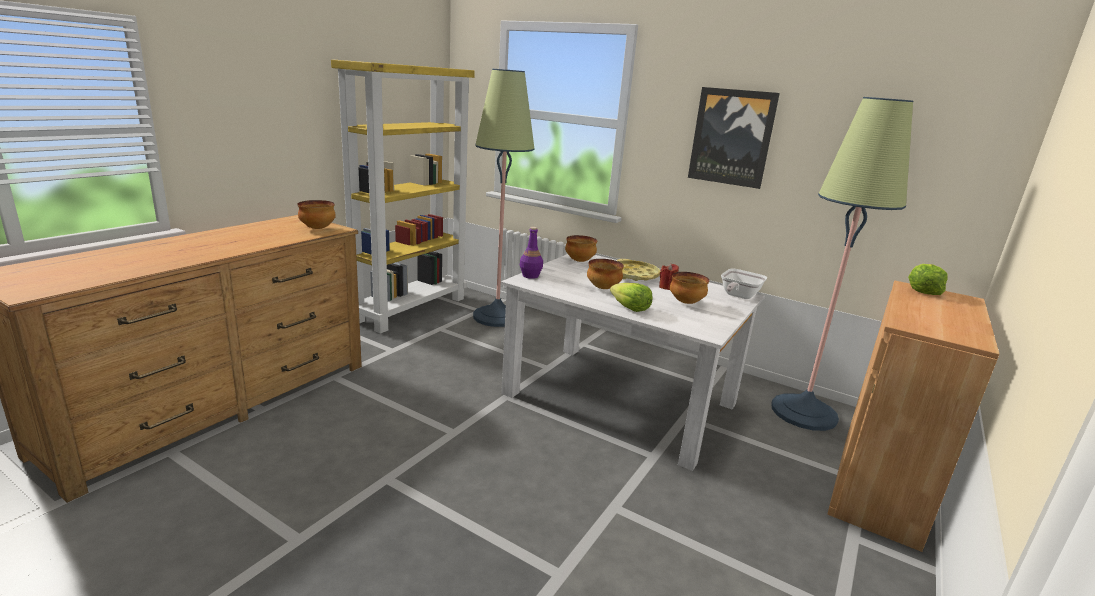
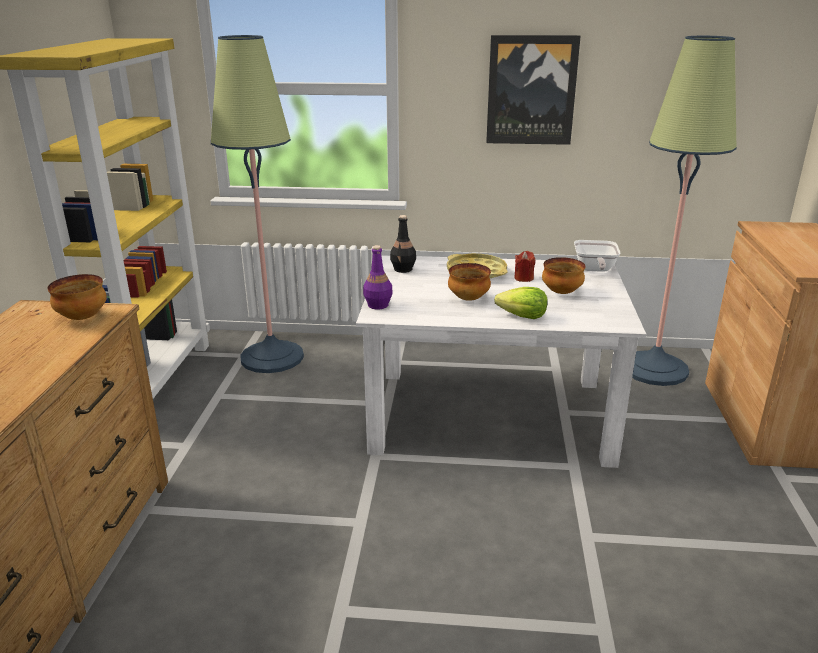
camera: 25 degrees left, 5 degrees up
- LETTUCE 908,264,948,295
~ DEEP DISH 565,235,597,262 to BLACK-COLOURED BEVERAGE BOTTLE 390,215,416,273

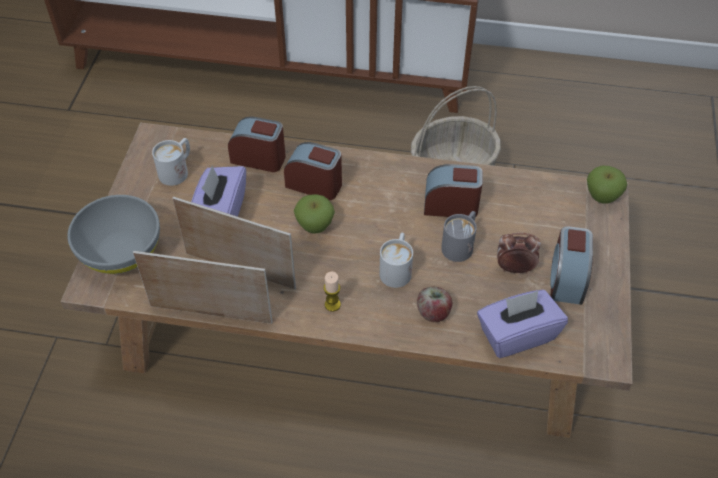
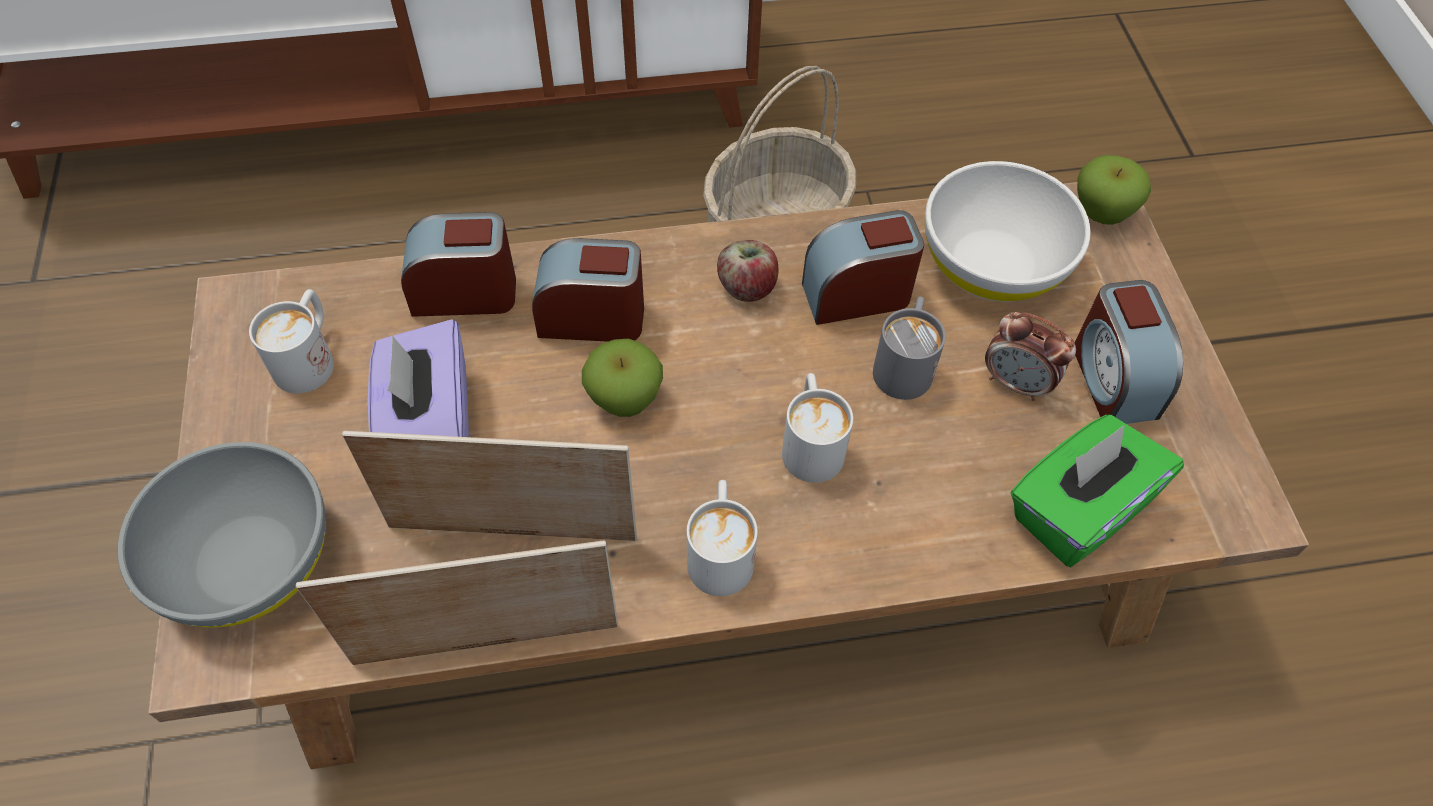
camera: 20 degrees left, 5 degrees up
+ WHITE-COLOURED DEEP DISH 925,161,1091,302
~ WHOLE APPLE 417,287,452,322 to 717,240,778,302
~ CANDLE 324,272,341,312 to WHITE-COLOURED MUG 687,480,758,596
~ PURPLISH TISSUE HOLDER 477,290,568,358 to GREEN-COLOURED TISSUE HOLDER 1011,415,1184,567
~ ALARM CLOCK 497,233,541,274 = 985,312,1076,402 135 degrees counterclockwise

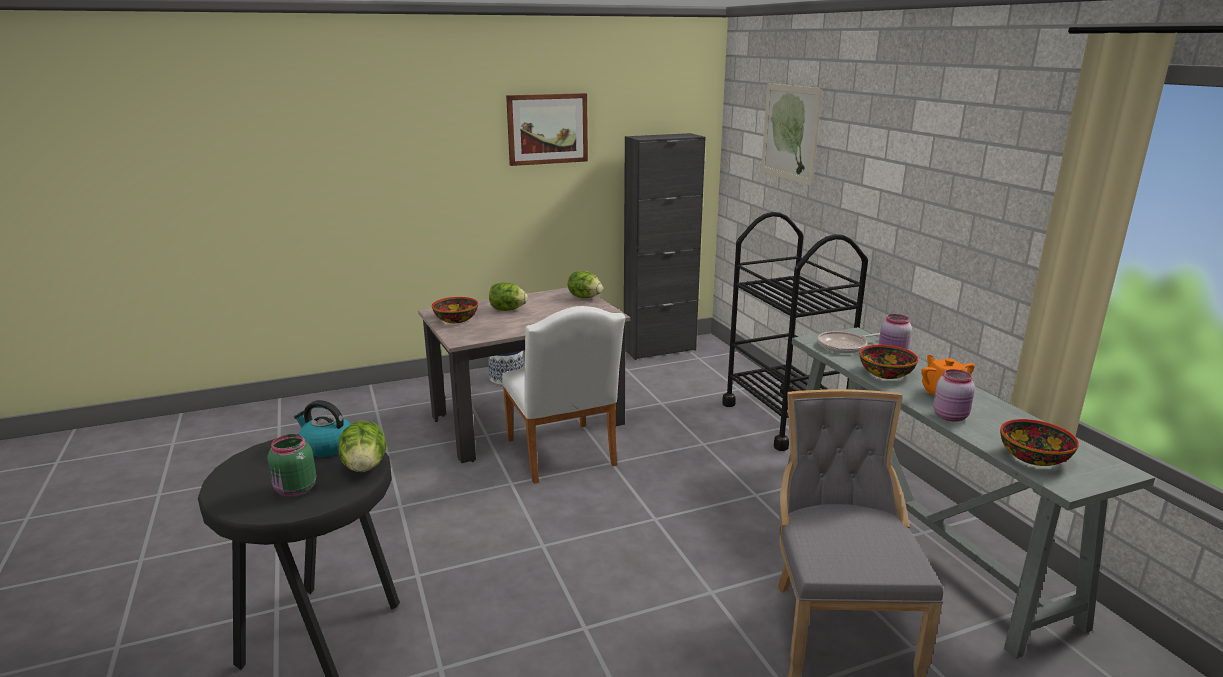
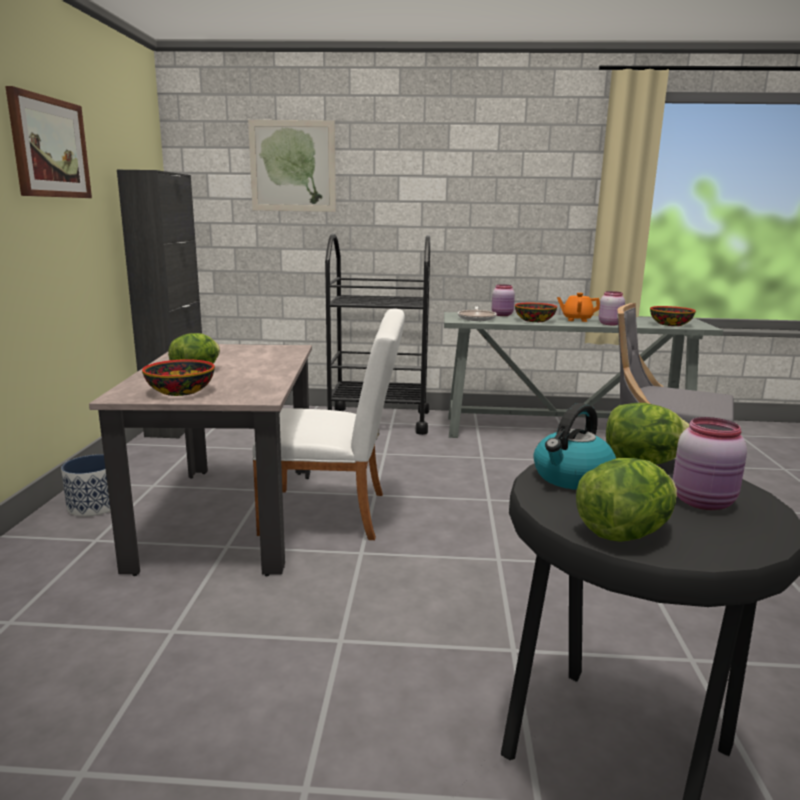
camera: 65 degrees left, 5 degrees down
~ LETTUCE 568,271,603,298 to 576,458,677,542
~ GREEN-COLOURED STORAGE JAR 267,434,316,497 to PINK STORAGE JAR 672,417,747,510

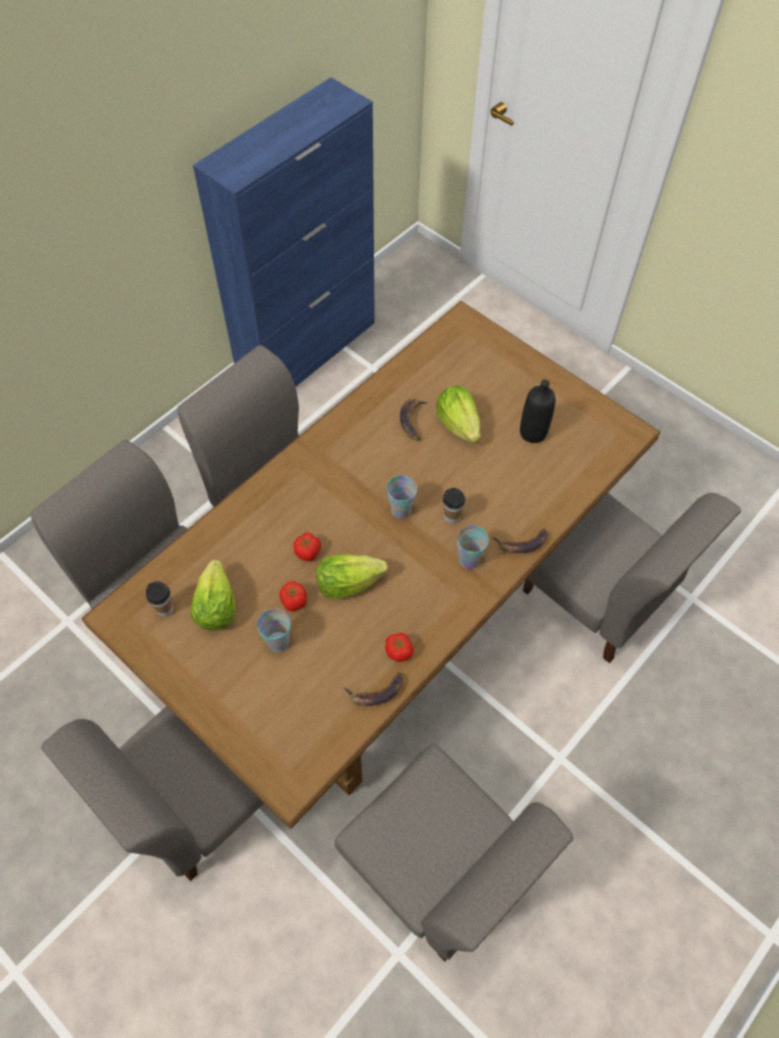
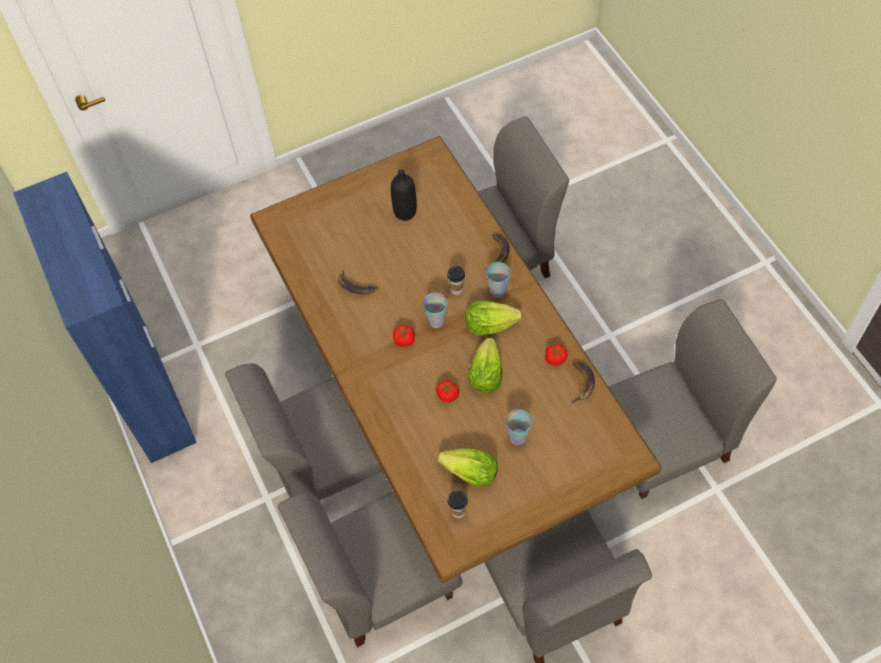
camera: 65 degrees left, 0 degrees up
~ FRESH TOMATO 279,581,307,612 to 393,325,415,347
~ LETTUCE 436,386,480,443 to 465,301,522,335

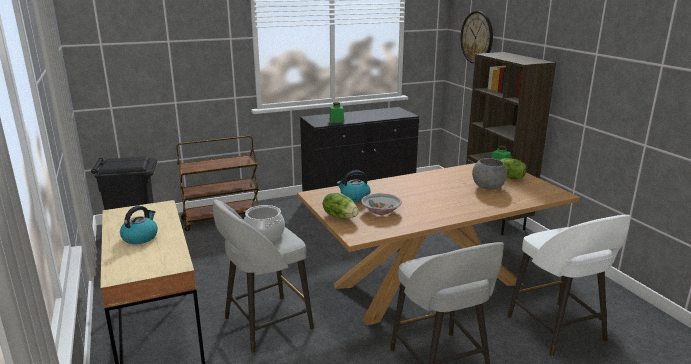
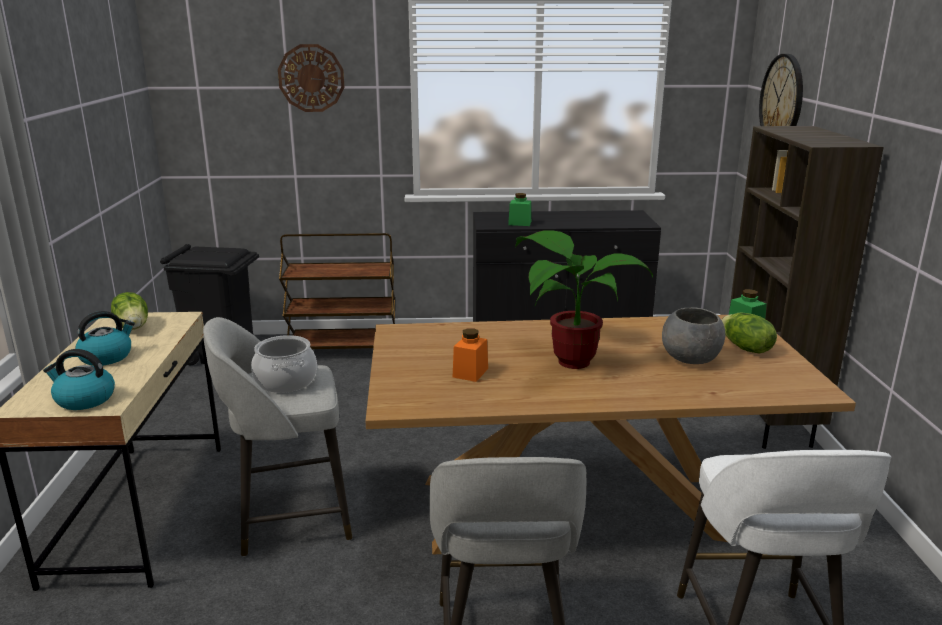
camera: 20 degrees right, 0 degrees up
+ CLOCK ON THE WALL 278,44,344,112
+ HOUSEPLANT 515,231,653,369
~ LETTUCE 323,193,359,219 to 111,292,148,330
~ WATER KETTLE 337,170,371,202 to 43,349,115,410
~ DEEP DISH 361,193,402,215 to ORANGE STORAGE JAR 453,328,488,382

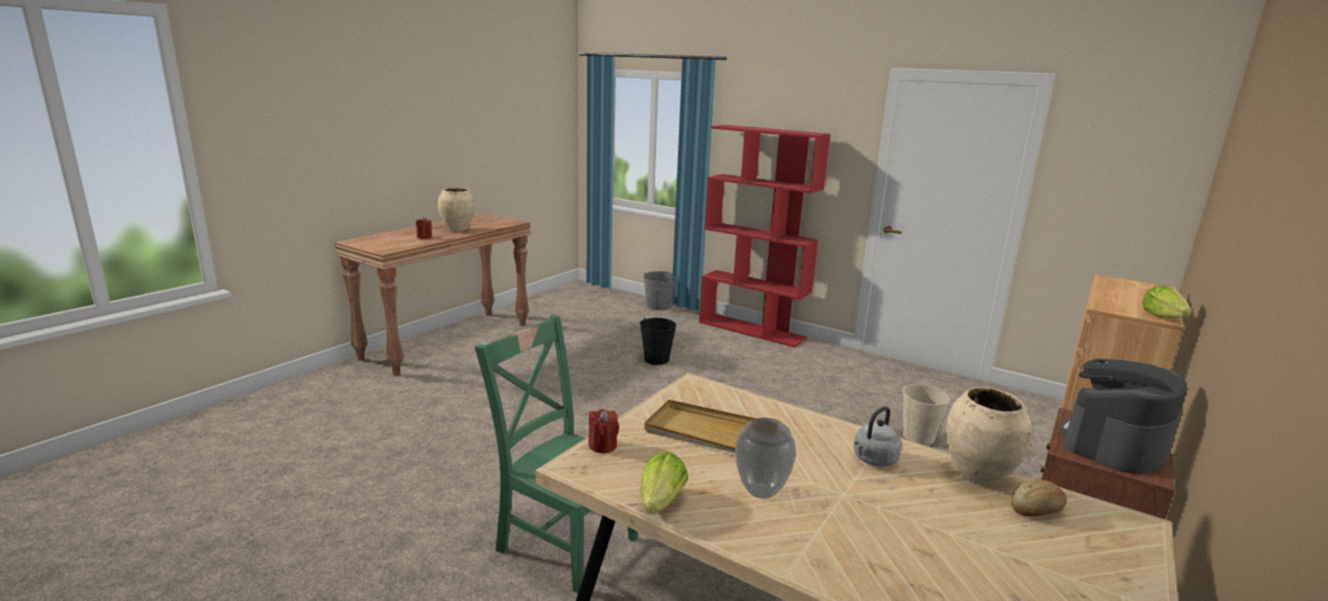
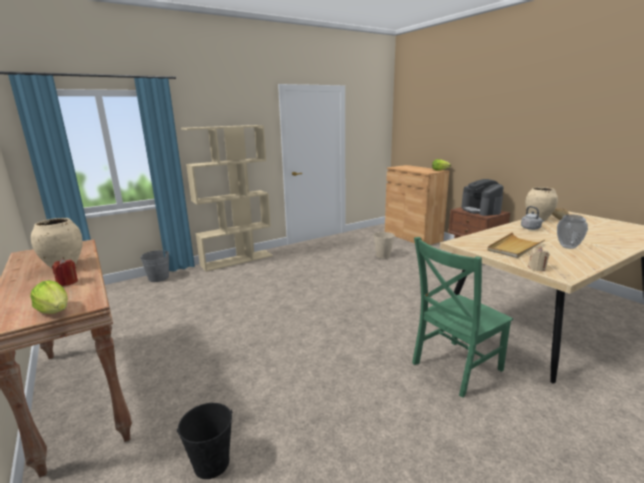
camera: 65 degrees left, 0 degrees up
~ BLACK-COLOURED PAIL 640,318,676,365 to 177,403,232,479
~ LETTUCE 640,452,688,514 to 30,280,68,314
~ RED CANDLE 588,409,619,453 to BEIGE-COLOURED CANDLE 528,247,550,271
~ RED BOOKCASE 699,125,830,348 to BEIGE-COLOURED BOOKCASE 181,125,273,272

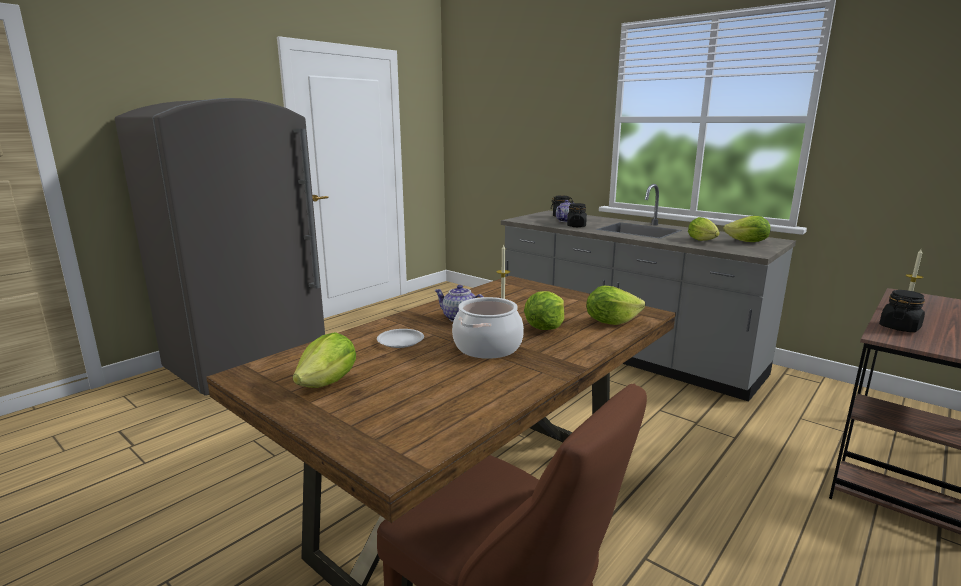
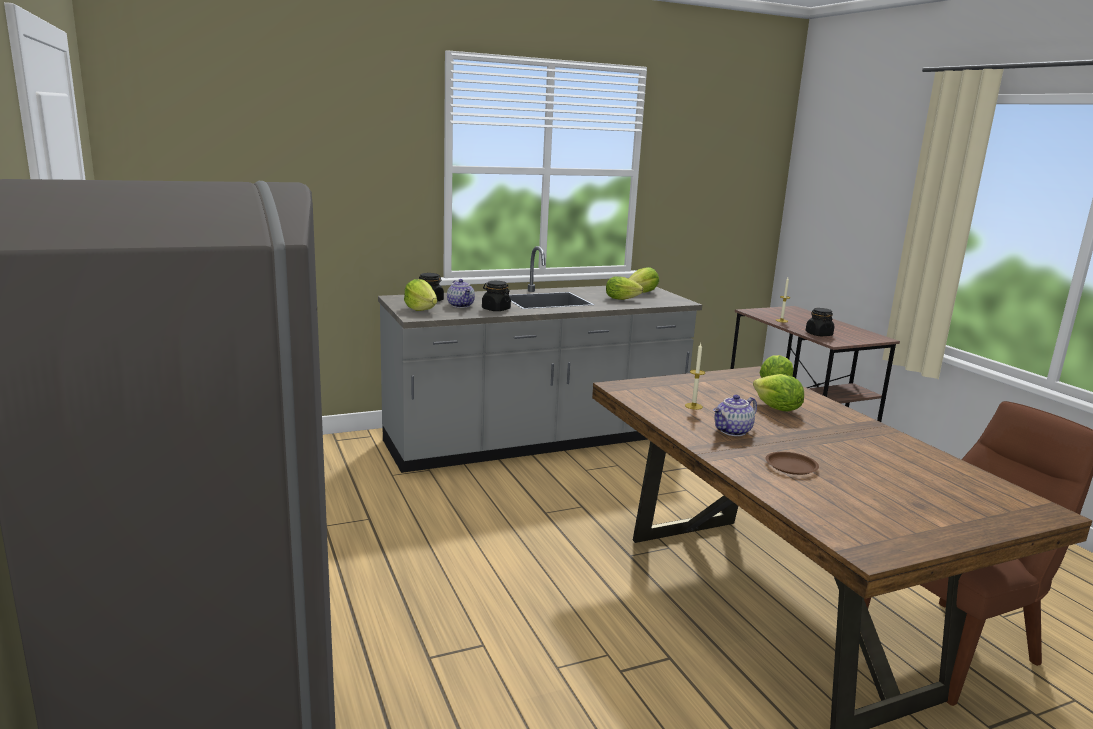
camera: 65 degrees left, 0 degrees up
- STOCKPOT 452,297,524,359
~ LETTUCE 293,332,356,388 to 404,279,437,311
~ WHITE-COLOURED DINNER PLATE 377,329,424,348 to BROWN DINNER PLATE 765,452,819,475

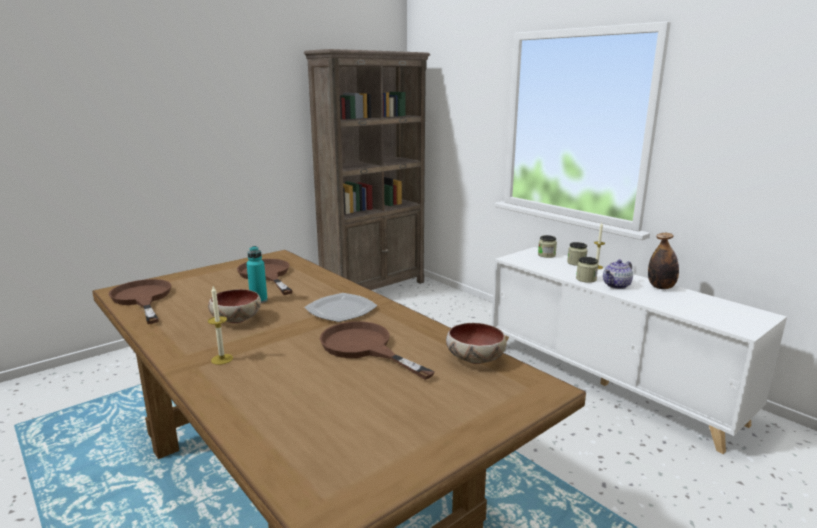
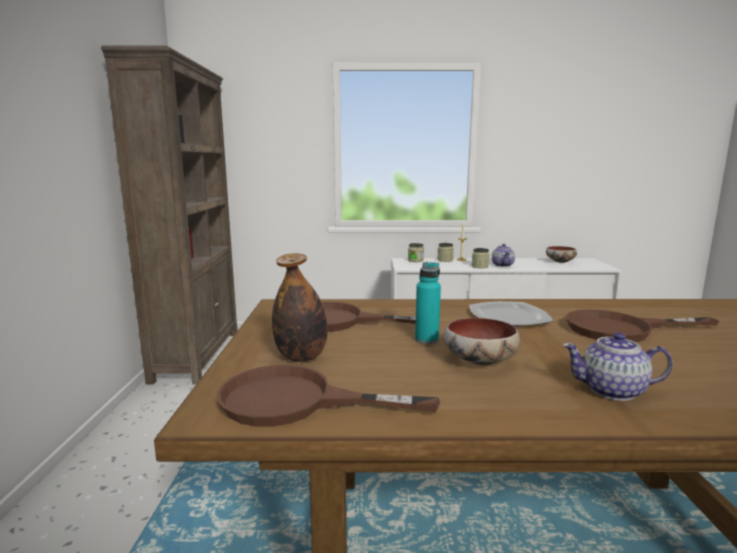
camera: 50 degrees left, 5 degrees down
~ DEEP DISH 446,323,507,364 to 546,246,577,263
~ BEVERAGE BOTTLE 648,233,679,289 to 272,253,327,362
~ CANDLE 208,286,233,365 to TEAPOT 562,332,673,401

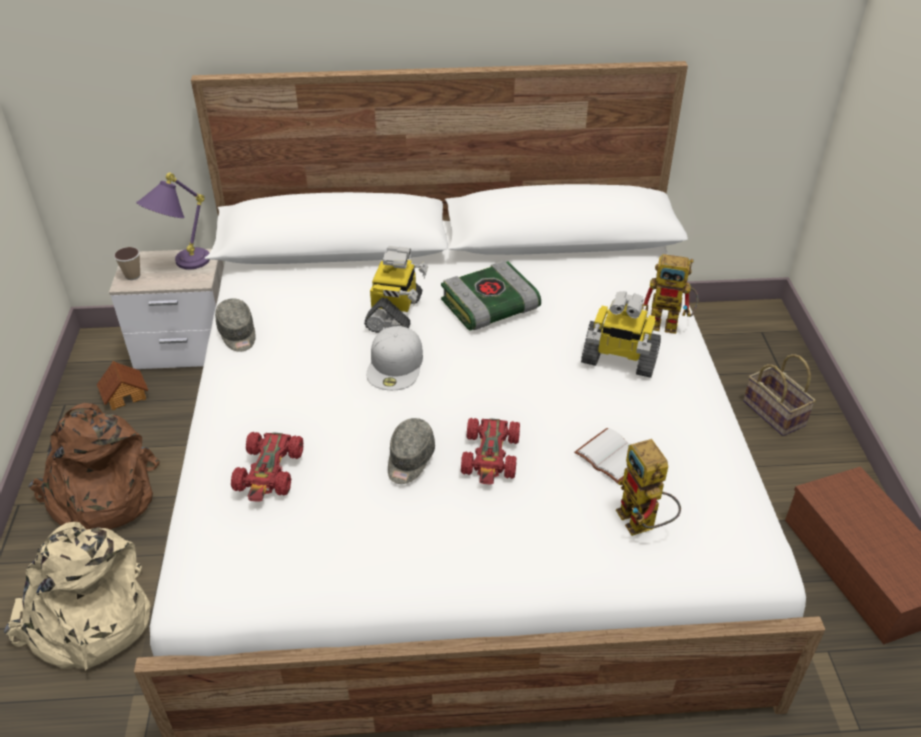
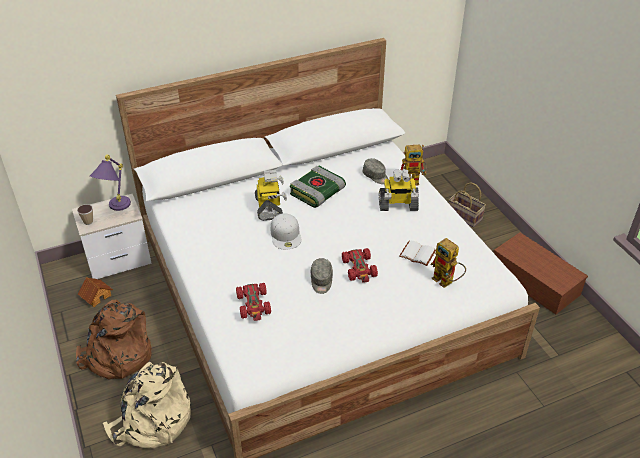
camera: 20 degrees left, 0 degrees up
~ GREY PEAKED CAP 215,299,255,352 to 363,158,389,184

